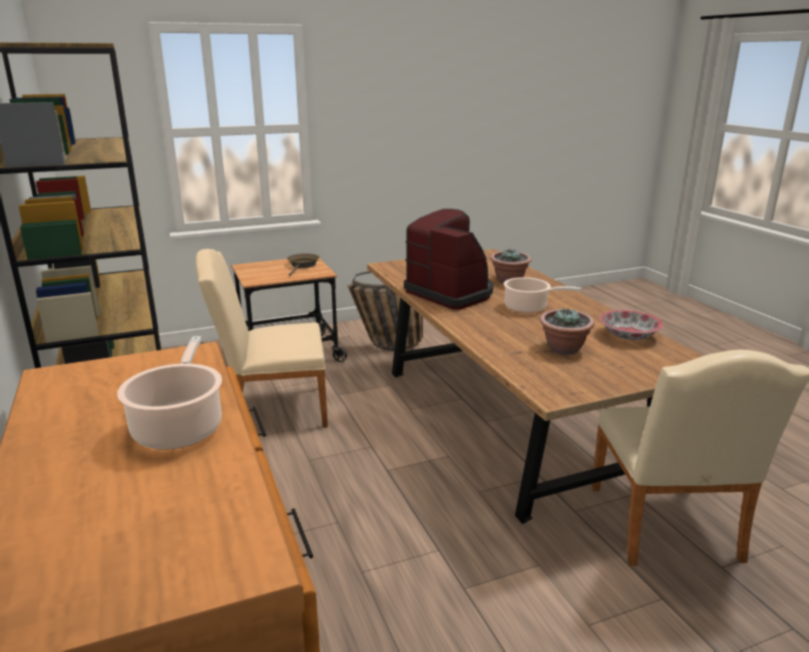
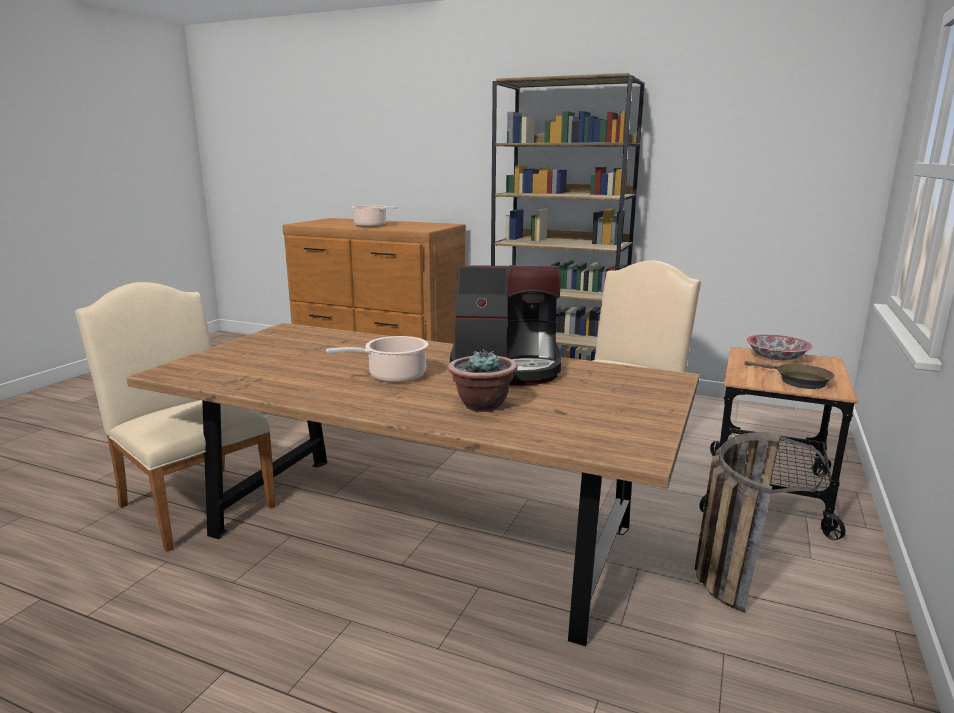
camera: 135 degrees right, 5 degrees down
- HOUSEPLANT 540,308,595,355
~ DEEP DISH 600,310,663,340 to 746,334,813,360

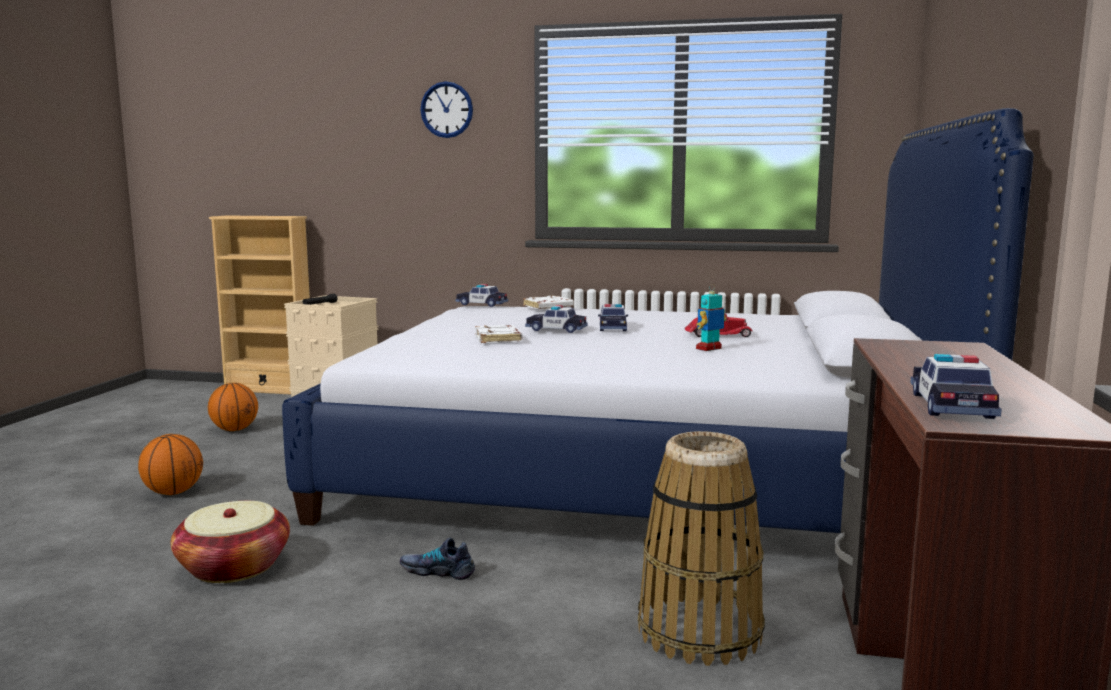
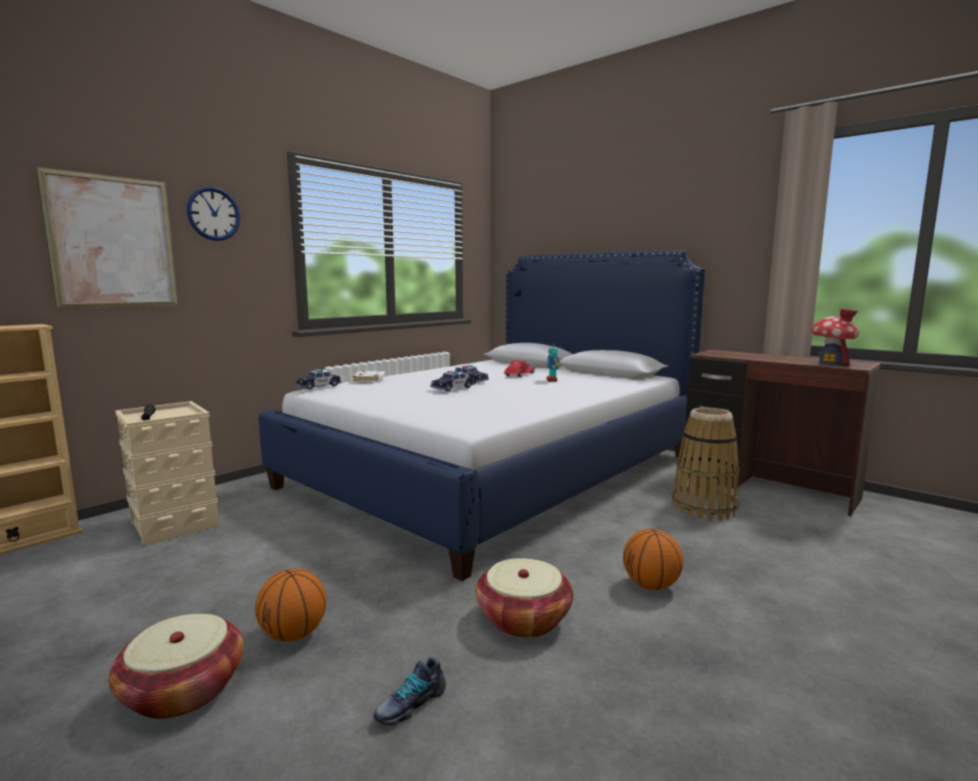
camera: 60 degrees left, 0 degrees up
- WHITE-COLOURED BOUND BOOK 475,325,523,343
+ WALL PICTURE 36,167,178,309
+ HOUSEHOLD BASKET 109,614,244,719
~ BASKETBALL 208,383,258,431 to 623,529,683,590
~ ITEM OF FOOTWEAR 400,538,475,580 to 374,657,446,726
~ MINIATURE CAR 910,354,1002,419 to TOY HOUSE 811,308,859,366

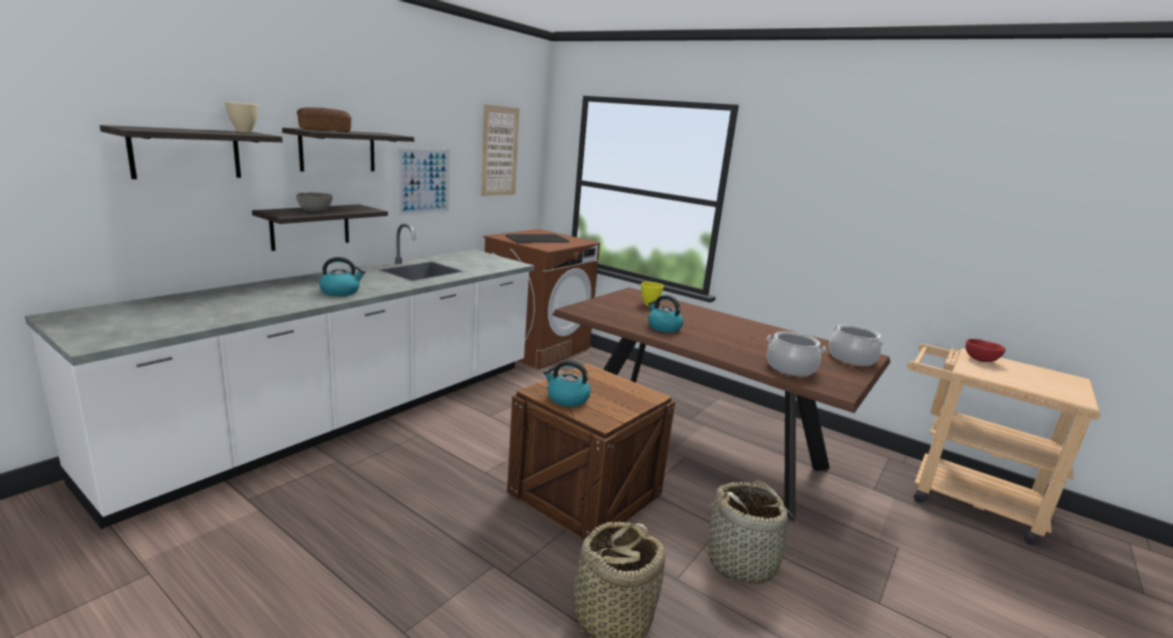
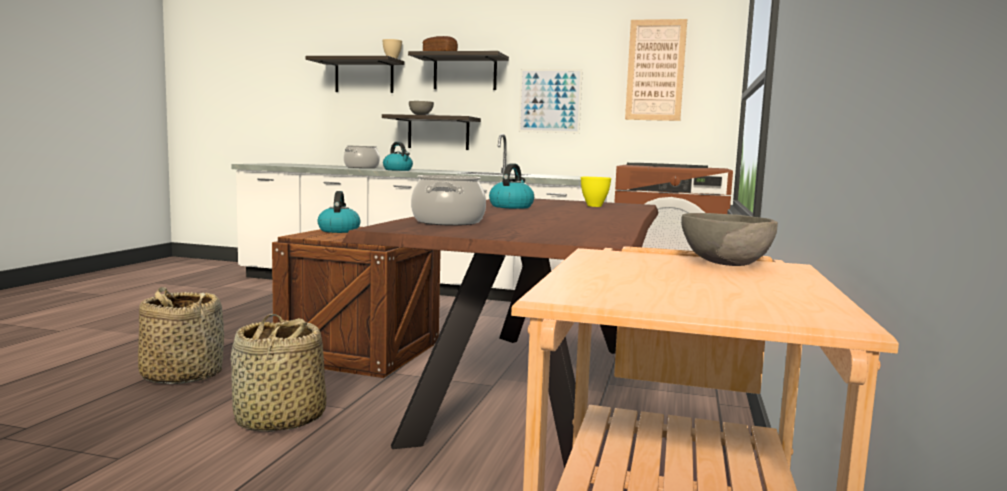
camera: 70 degrees right, 10 degrees down
~ STOCKPOT 829,325,883,366 to 344,145,380,168
~ RED DEEP DISH 966,339,1006,362 to GREY DEEP DISH 681,213,778,266

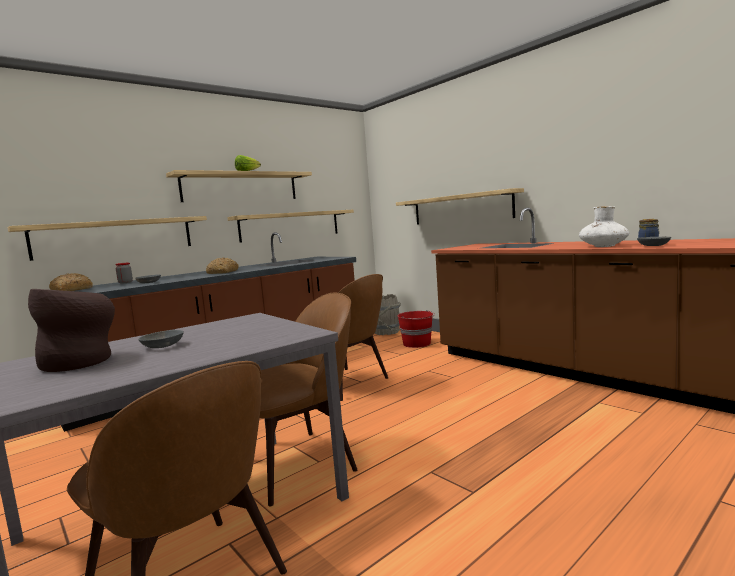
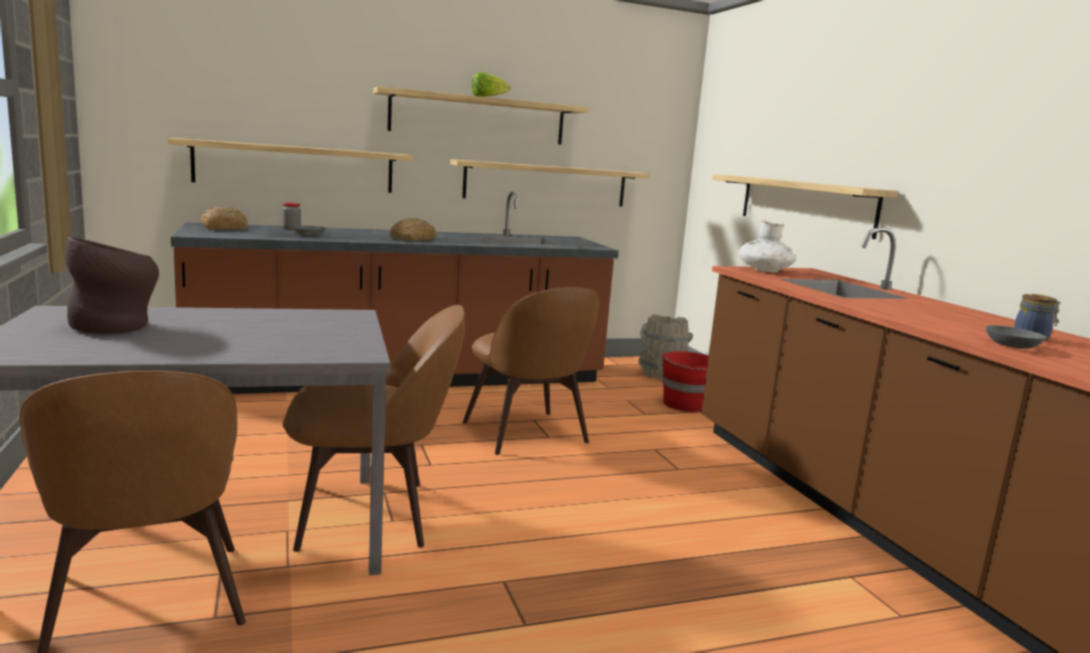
camera: 20 degrees right, 5 degrees up
- GREY DEEP DISH 138,330,184,348
~ WHITE-COLOURED DECORATIVE VASE 579,206,629,247 to 739,220,796,272

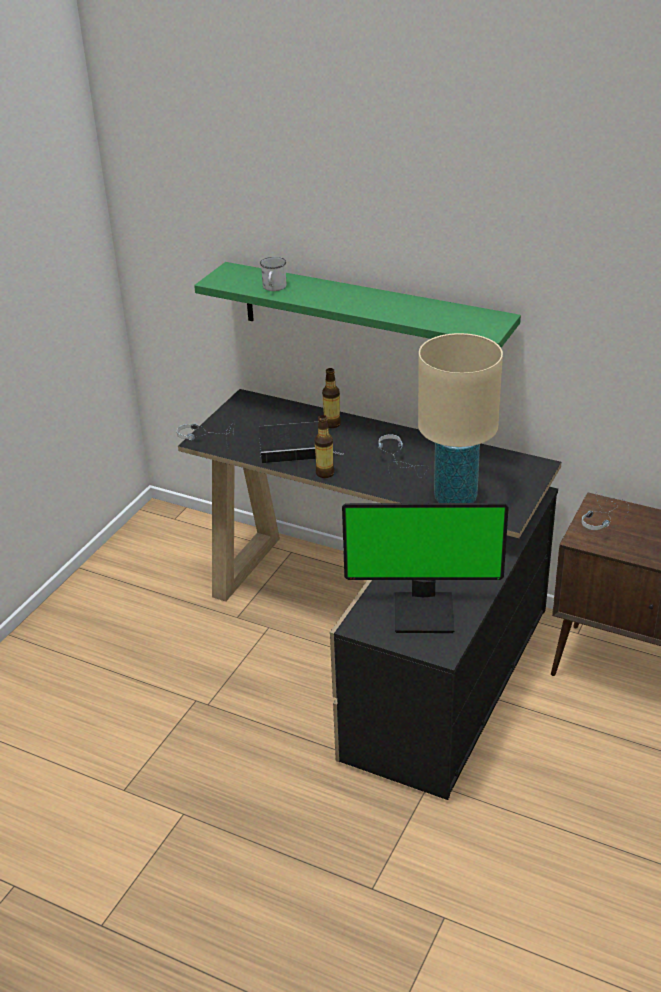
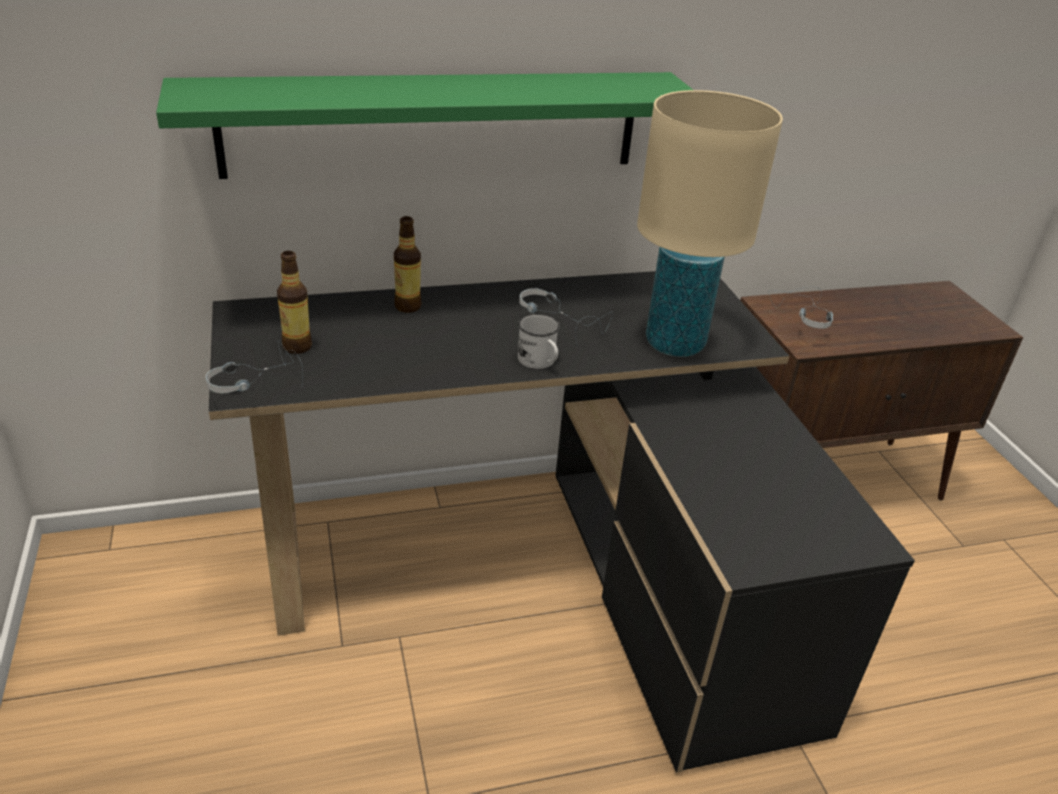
camera: 45 degrees left, 0 degrees up
- BOUND BOOK 259,422,344,463
- COMPUTER SCREEN 342,503,509,633
~ WHITE-COLOURED MUG 260,257,287,291 to 518,314,560,369
~ BEVERAGE BOTTLE 315,415,335,478 to 277,251,312,354

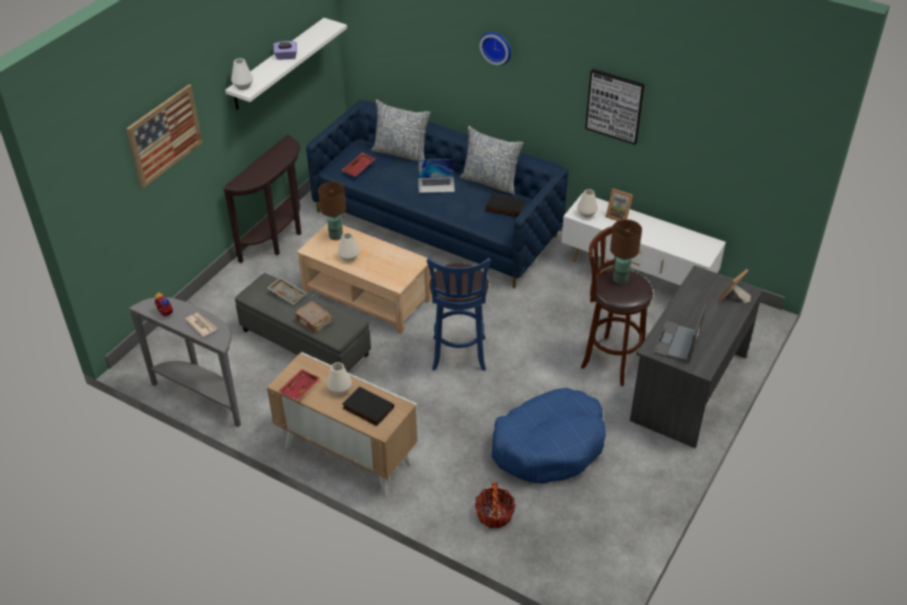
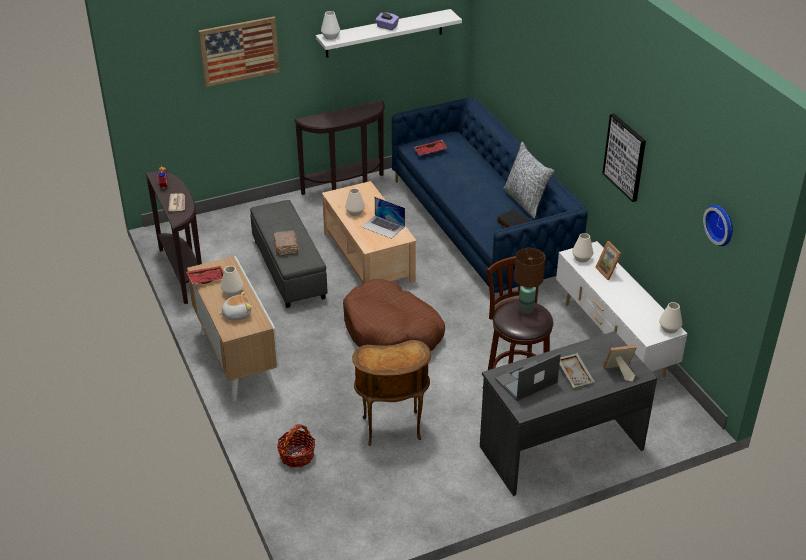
camera: 35 degrees right, 5 degrees down
- BROWN LAMP FOR A TABLE 318,182,346,240
- CUSHION 371,99,431,162
+ WHITE-COLOURED DECORATIVE VASE 659,302,682,334
~ GREY SERVING TRAY 267,277,307,305 to 560,353,595,388
~ NOTEBOOK COMPUTER 418,159,455,193 to 362,197,405,239
~ CLOCK ON THE WALL 479,32,511,65 to 703,205,733,246
~ BLACK-COLOURED BOUND BOOK 343,386,394,426 to CUDDLY TOY 219,291,252,320
~ BLUISH STOOL SEAT 427,258,491,371 to BROWN DOG BED 343,279,445,351
~ BLUISH DOG BED 491,388,606,484 to BROWN END TABLE 352,340,431,446
~ GREY NARROW TABLE 128,297,241,427 to BROWN NARROW TABLE 145,172,202,304

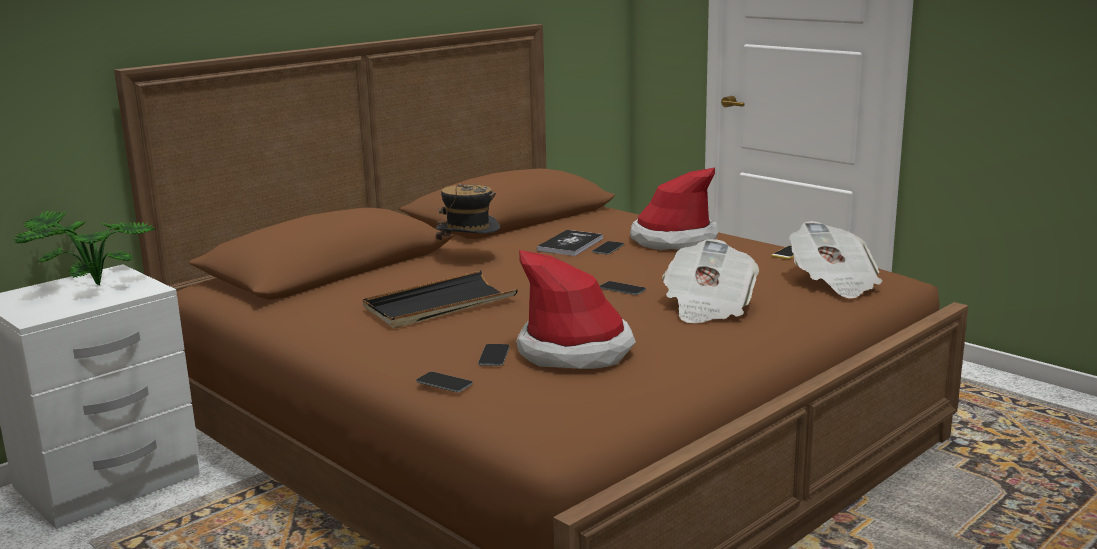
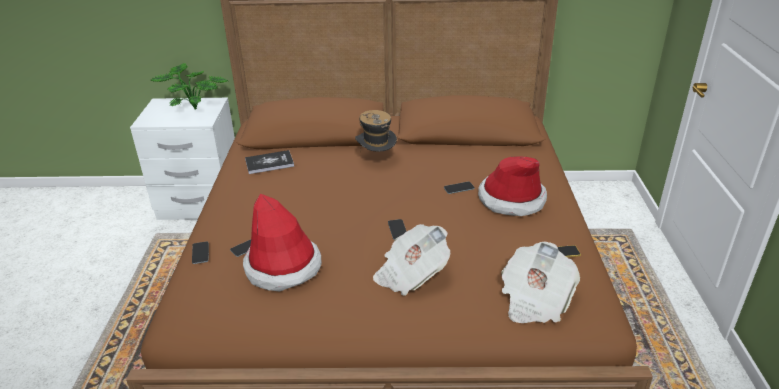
camera: 45 degrees right, 15 degrees up
- BLACK-COLOURED SERVING TRAY 363,270,518,328
~ BOUND BOOK 537,230,603,256 to 245,150,294,174

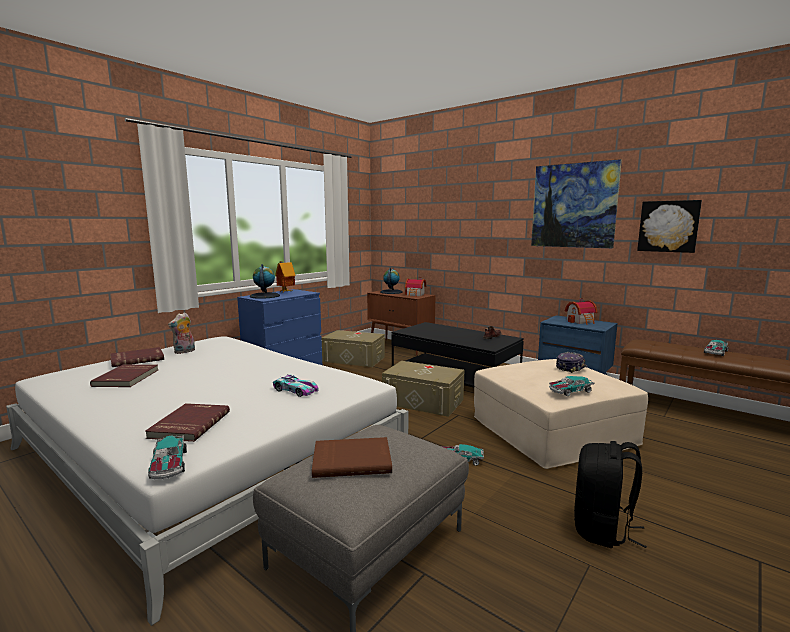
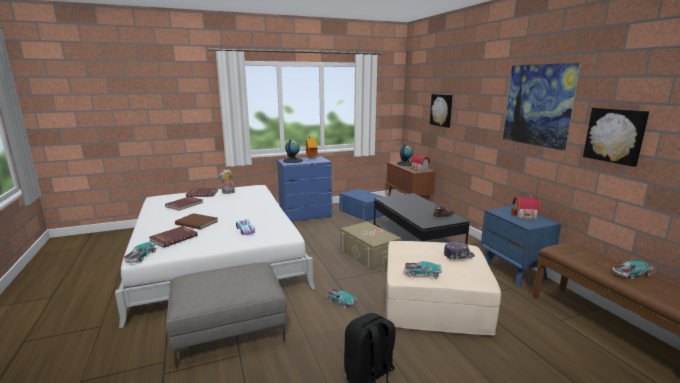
camera: 30 degrees right, 5 degrees up
+ WALL PICTURE 430,94,453,128
~ BROWN BOUND BOOK 312,437,392,478 to 175,213,218,230
~ BEIGE-COLOURED STORAGE BOX 322,330,385,367 to BLUISH STORAGE BOX 339,189,385,221

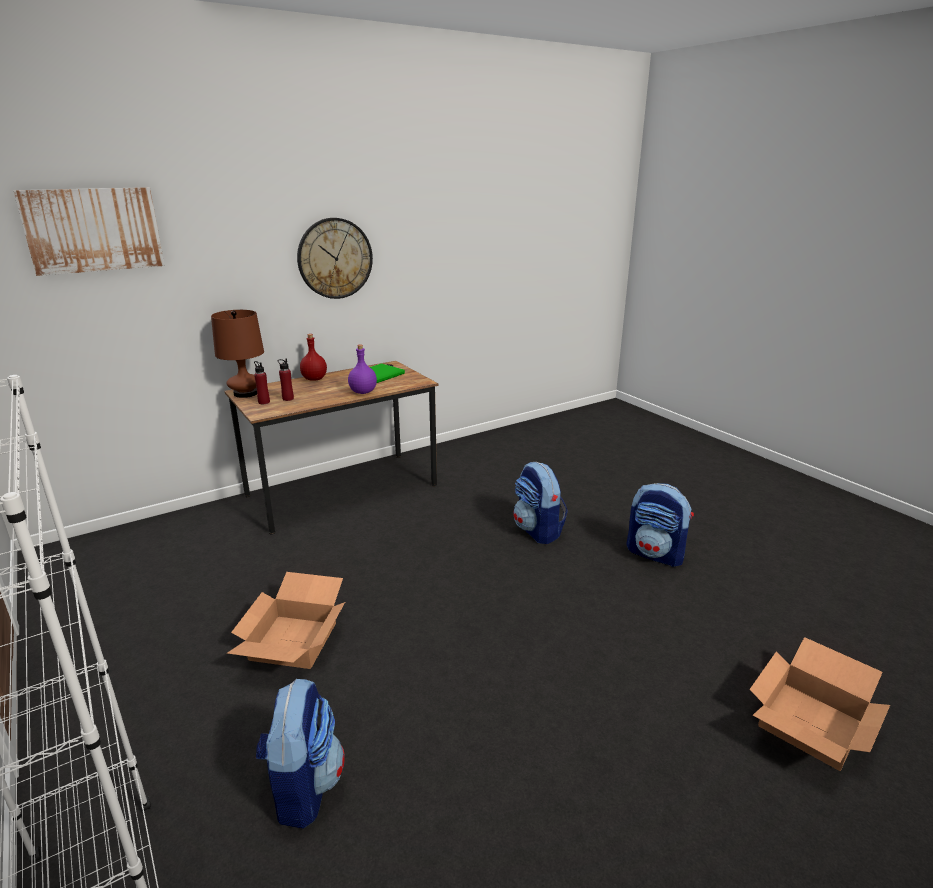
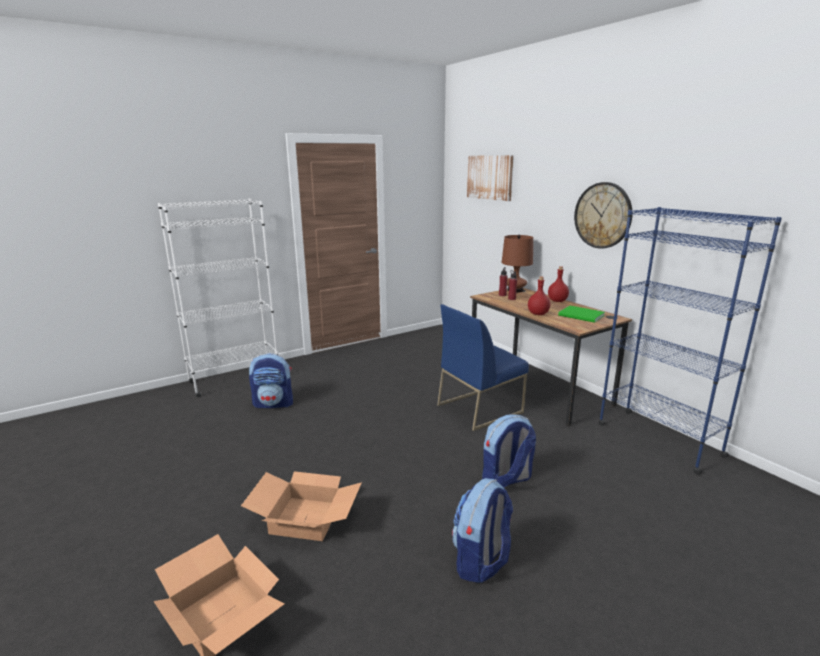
camera: 90 degrees right, 5 degrees down
+ BLUISH CHAIR 437,304,529,431
+ BLUISH BOOKCASE 598,207,782,475
~ PACKING BOX 227,572,345,669 to 241,471,362,541
~ PURPLISH BEVERAGE BOTTLE 348,344,377,394 to RED BEVERAGE BOTTLE 528,276,550,315

